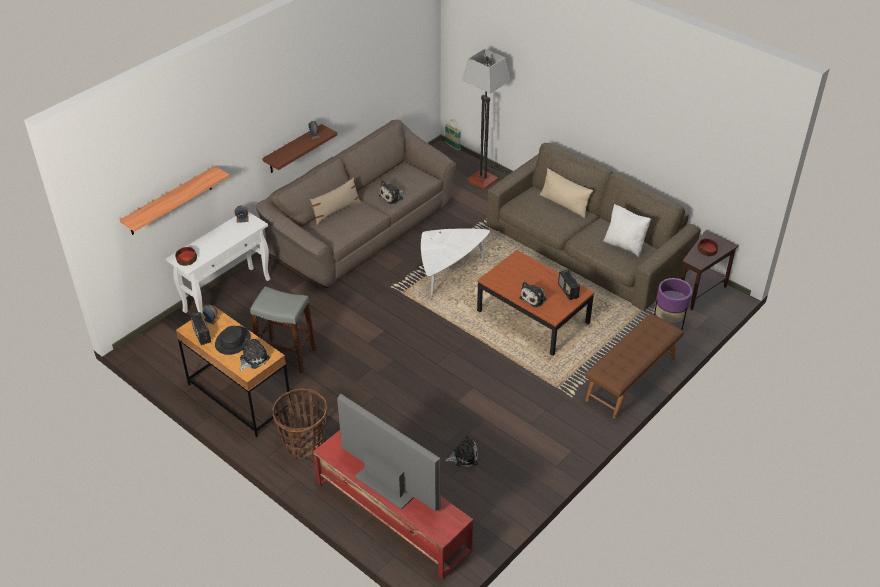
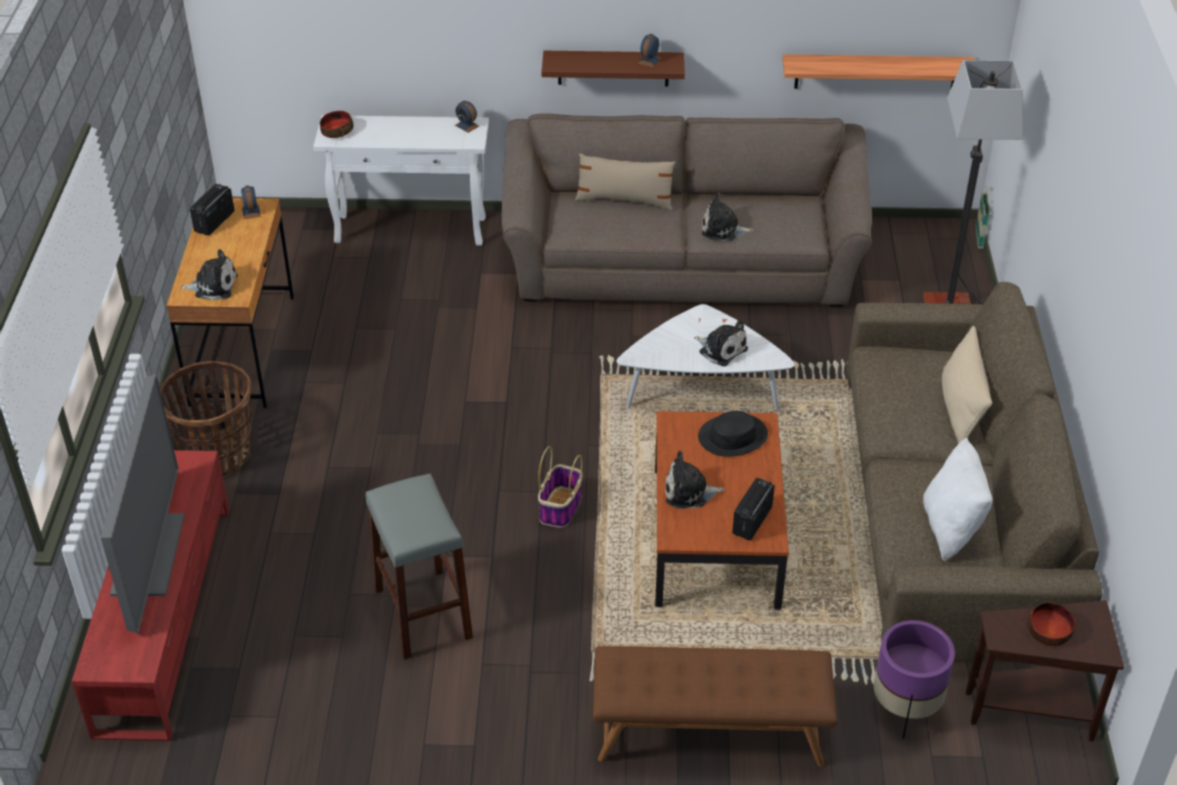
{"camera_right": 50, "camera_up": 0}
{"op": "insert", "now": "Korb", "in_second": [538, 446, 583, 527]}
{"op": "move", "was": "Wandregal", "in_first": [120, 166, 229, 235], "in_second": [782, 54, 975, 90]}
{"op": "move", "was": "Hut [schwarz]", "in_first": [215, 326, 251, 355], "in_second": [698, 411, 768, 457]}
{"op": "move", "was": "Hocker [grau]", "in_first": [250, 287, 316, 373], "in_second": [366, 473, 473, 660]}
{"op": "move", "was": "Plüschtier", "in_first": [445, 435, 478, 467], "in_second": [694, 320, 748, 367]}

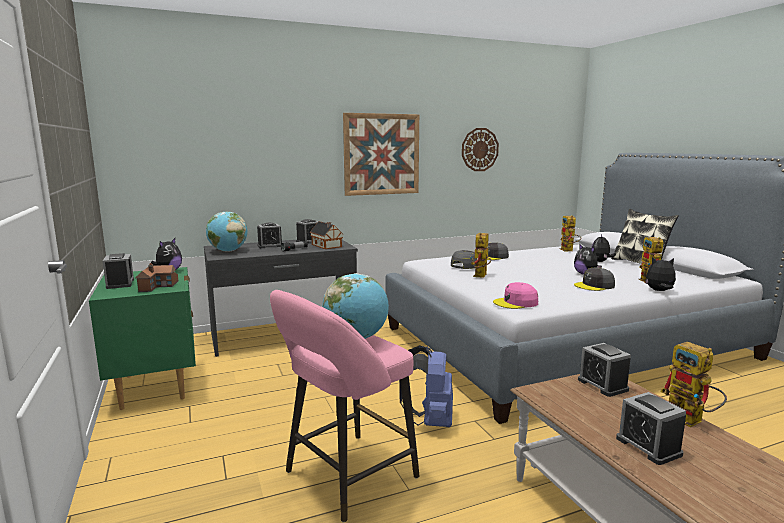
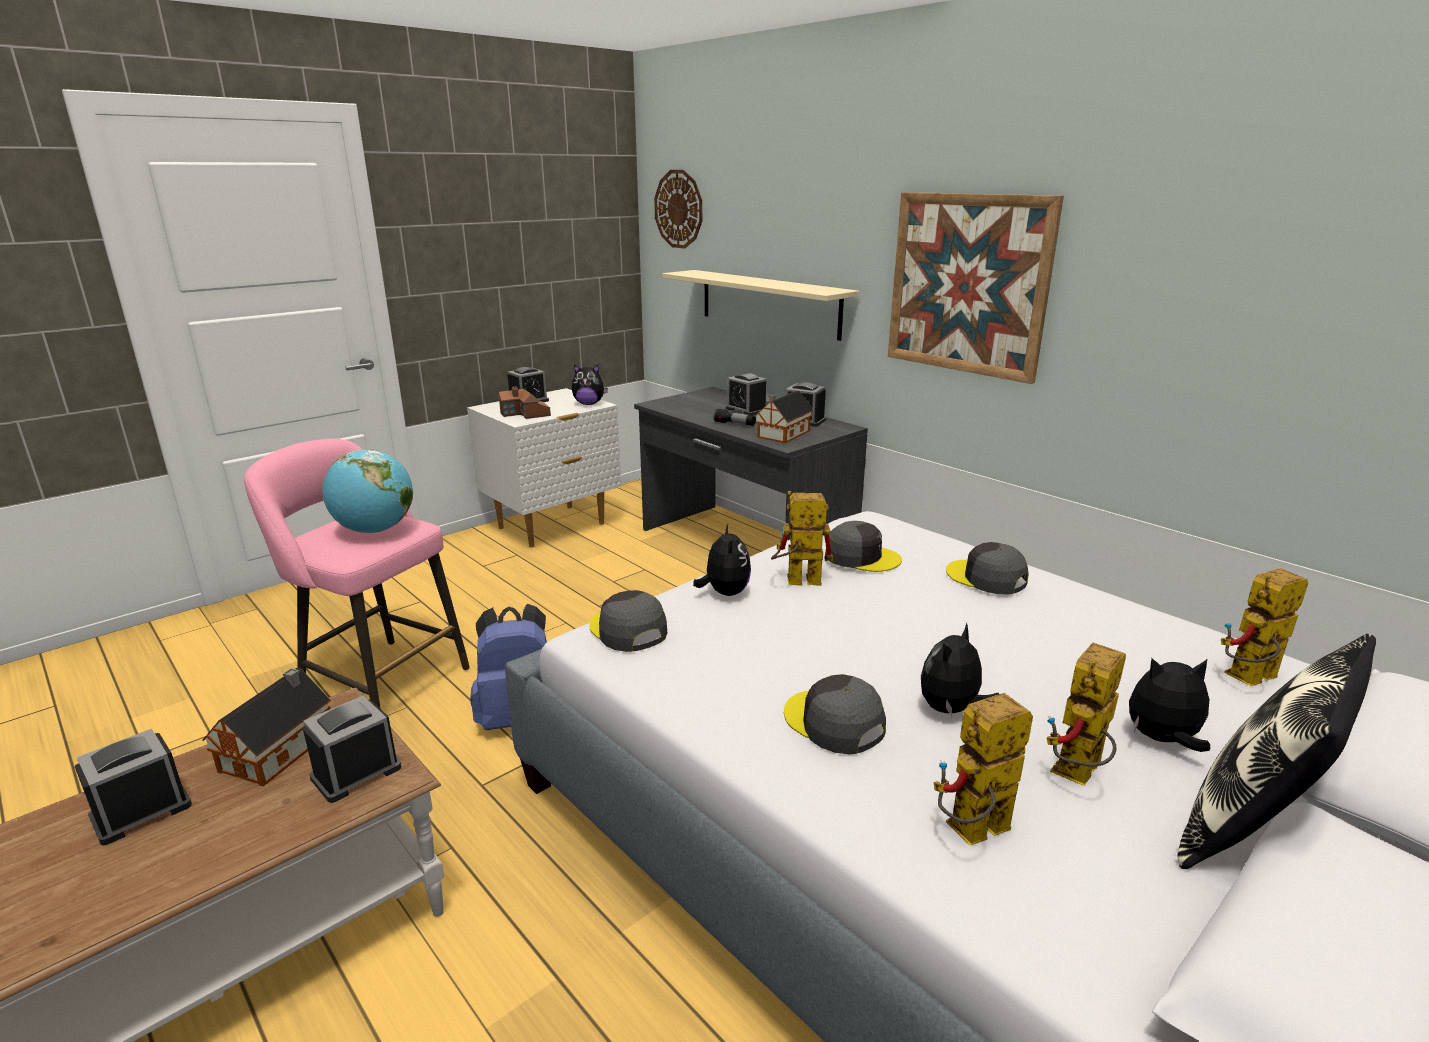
{"camera_right": 70, "camera_up": 10}
{"op": "delete", "was": "Globus", "in_first": [206, 212, 247, 252]}
{"op": "insert", "now": "Spielzeughaus", "in_second": [202, 668, 331, 786]}
{"op": "insert", "now": "Wandregal [beige]", "in_second": [662, 270, 859, 341]}
{"op": "move", "was": "Wanduhr", "in_first": [462, 128, 499, 171], "in_second": [654, 170, 702, 248]}
{"op": "move", "was": "Plüschtier", "in_first": [646, 257, 676, 291], "in_second": [693, 524, 751, 596]}
{"op": "move", "was": "Spielzeugroboter", "in_first": [660, 342, 727, 427], "in_second": [1047, 643, 1126, 786]}
{"op": "recolor", "was": "Nachttisch [grün]", "now": "Nachttisch [weiß]", "in_first": [89, 267, 196, 410], "in_second": [467, 388, 621, 547]}
{"op": "recolor", "was": "Kappe [rosa]", "now": "Kappe [grau]", "in_first": [493, 282, 538, 309], "in_second": [589, 590, 667, 652]}

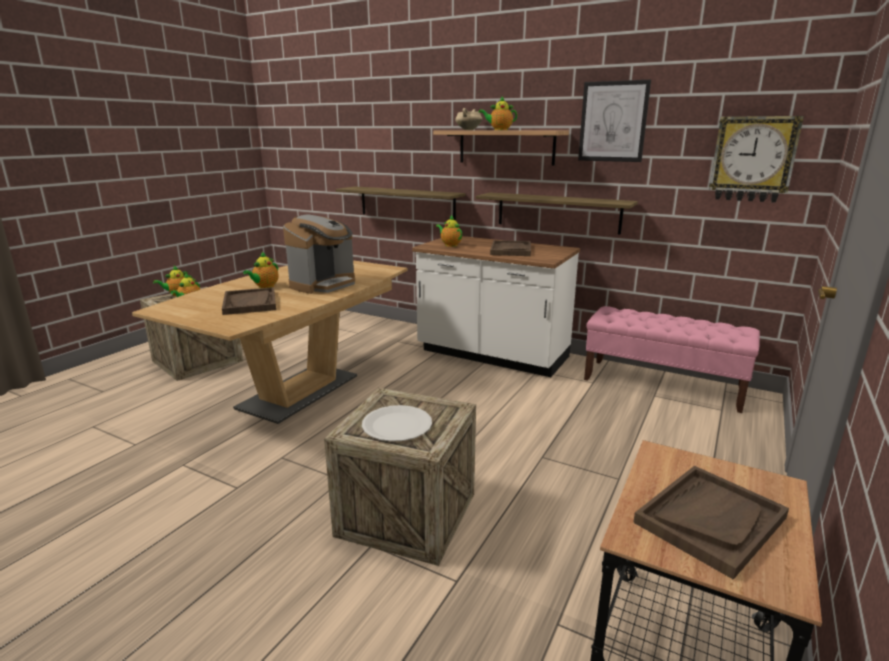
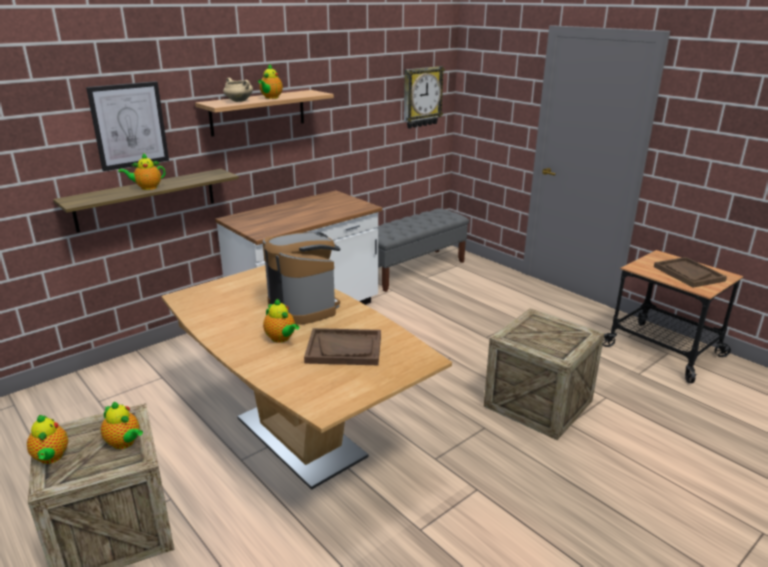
{"camera_right": -70, "camera_up": 5}
{"op": "delete", "was": "Teller [weiß]", "in_first": [362, 405, 432, 442]}
{"op": "delete", "was": "Wandregal", "in_first": [476, 192, 638, 235]}
{"op": "delete", "was": "Tablett [braun]", "in_first": [490, 240, 531, 256]}
{"op": "move", "was": "Teekanne", "in_first": [436, 215, 462, 247], "in_second": [118, 153, 166, 190]}
{"op": "move", "was": "Bild", "in_first": [578, 80, 651, 162], "in_second": [86, 81, 169, 171]}
{"op": "recolor", "was": "Bank [rosa]", "now": "Bank [grau]", "in_first": [584, 306, 760, 413], "in_second": [377, 208, 469, 292]}

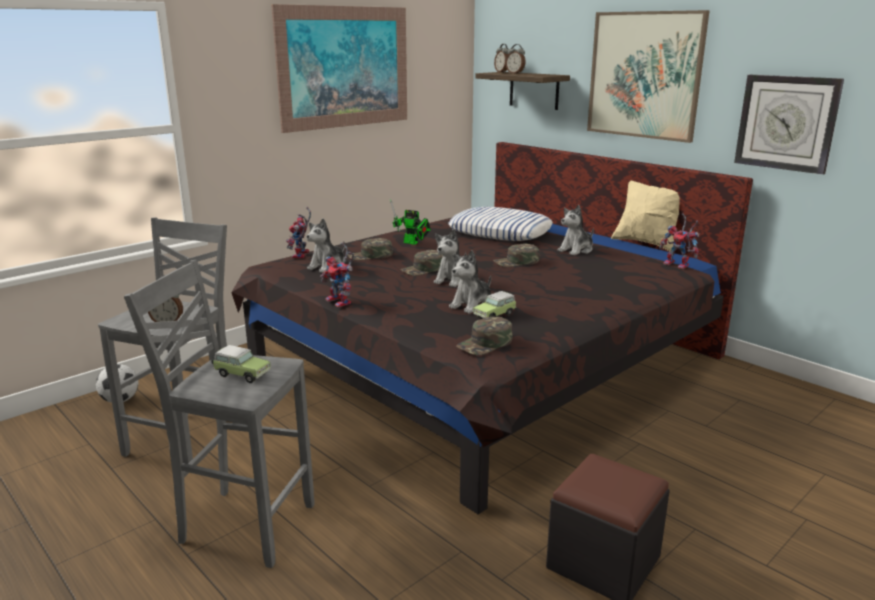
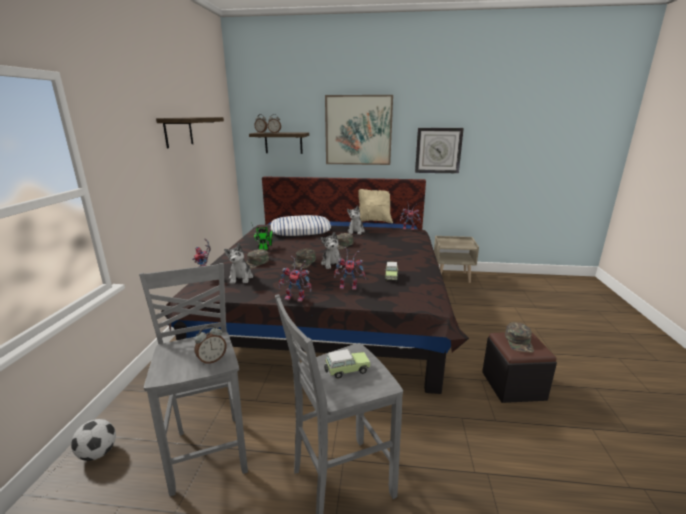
{"camera_right": -40, "camera_up": 0}
{"op": "delete", "was": "Plüschtier", "in_first": [449, 250, 491, 314]}
{"op": "insert", "now": "Spielzeugroboter", "in_second": [334, 247, 366, 290]}
{"op": "insert", "now": "Nachttisch [beige]", "in_second": [434, 236, 479, 283]}
{"op": "move", "was": "Kappe [grün]", "in_first": [456, 317, 513, 355], "in_second": [505, 322, 534, 352]}
{"op": "replace", "was": "Bild", "now": "Wandregal", "in_first": [271, 4, 407, 133], "in_second": [156, 117, 224, 148]}

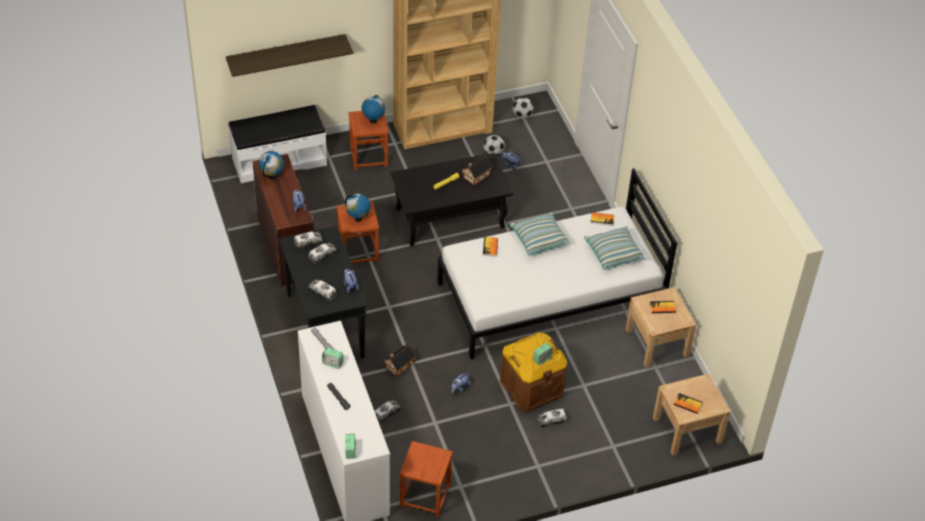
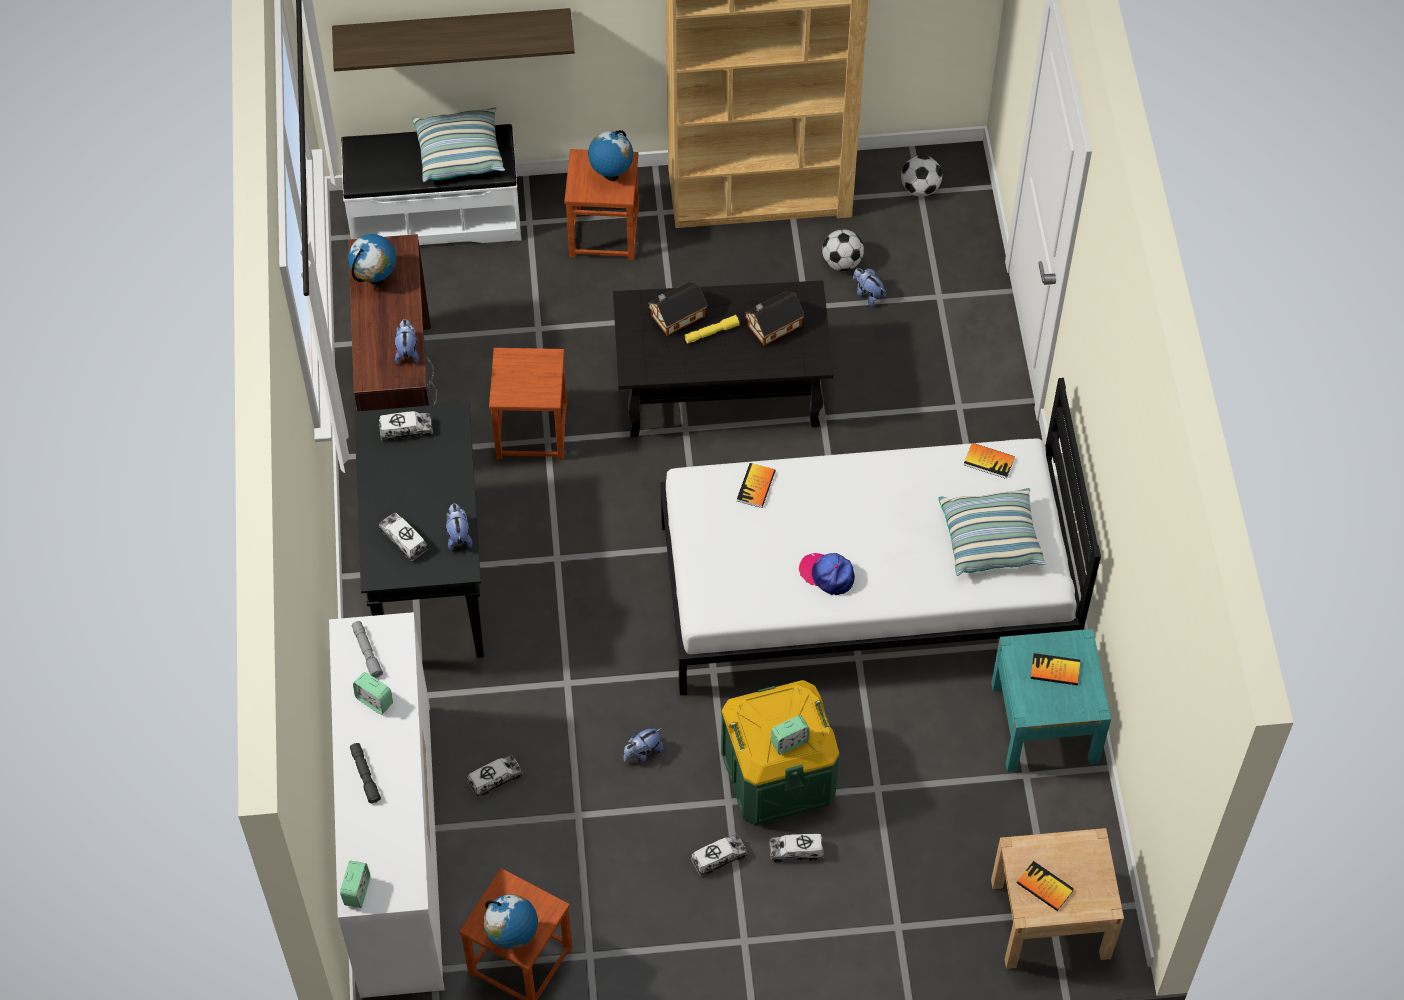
{"camera_right": 15, "camera_up": 10}
{"op": "insert", "now": "Kappe", "in_second": [799, 553, 855, 595]}
{"op": "move", "was": "Spielzeuglaster", "in_first": [309, 243, 337, 264], "in_second": [691, 835, 748, 876]}
{"op": "move", "was": "Globus", "in_first": [345, 194, 371, 222], "in_second": [484, 894, 538, 949]}
{"op": "move", "was": "Spielzeughaus", "in_first": [384, 345, 416, 376], "in_second": [649, 282, 708, 336]}
{"op": "move", "was": "Kissen", "in_first": [509, 212, 571, 256], "in_second": [412, 107, 505, 182]}
{"op": "recolor", "was": "Aufbewahrungsbox [braun]", "now": "Aufbewahrungsbox [grün]", "in_first": [500, 332, 567, 412], "in_second": [721, 680, 840, 825]}
{"op": "recolor", "was": "Nachttisch [beige]", "now": "Nachttisch [türkis]", "in_first": [626, 287, 696, 368], "in_second": [991, 629, 1111, 772]}

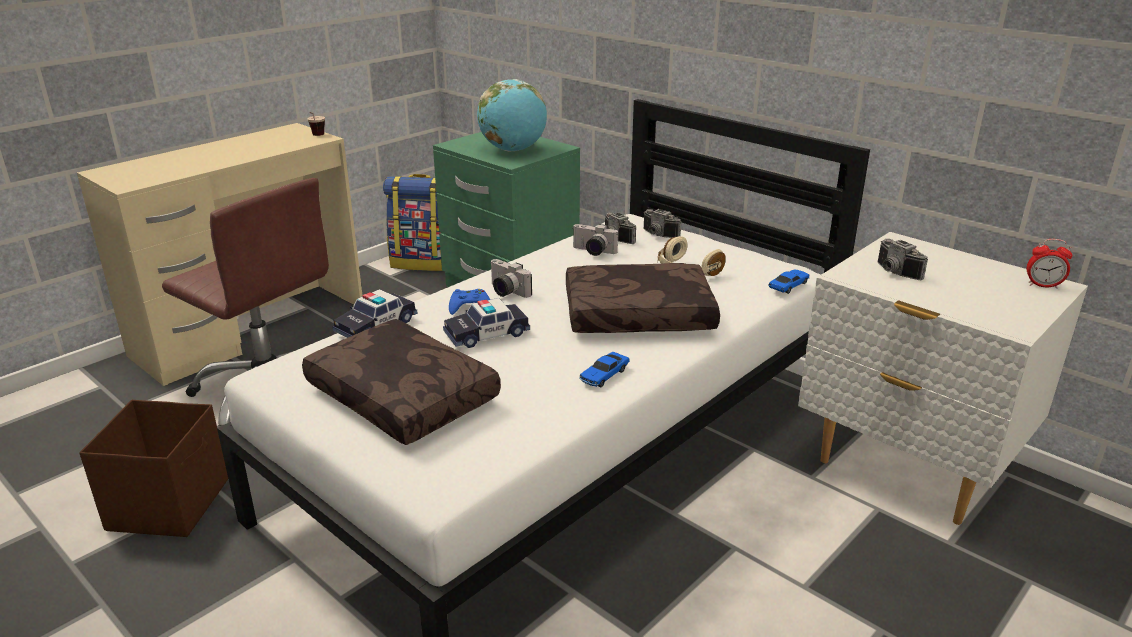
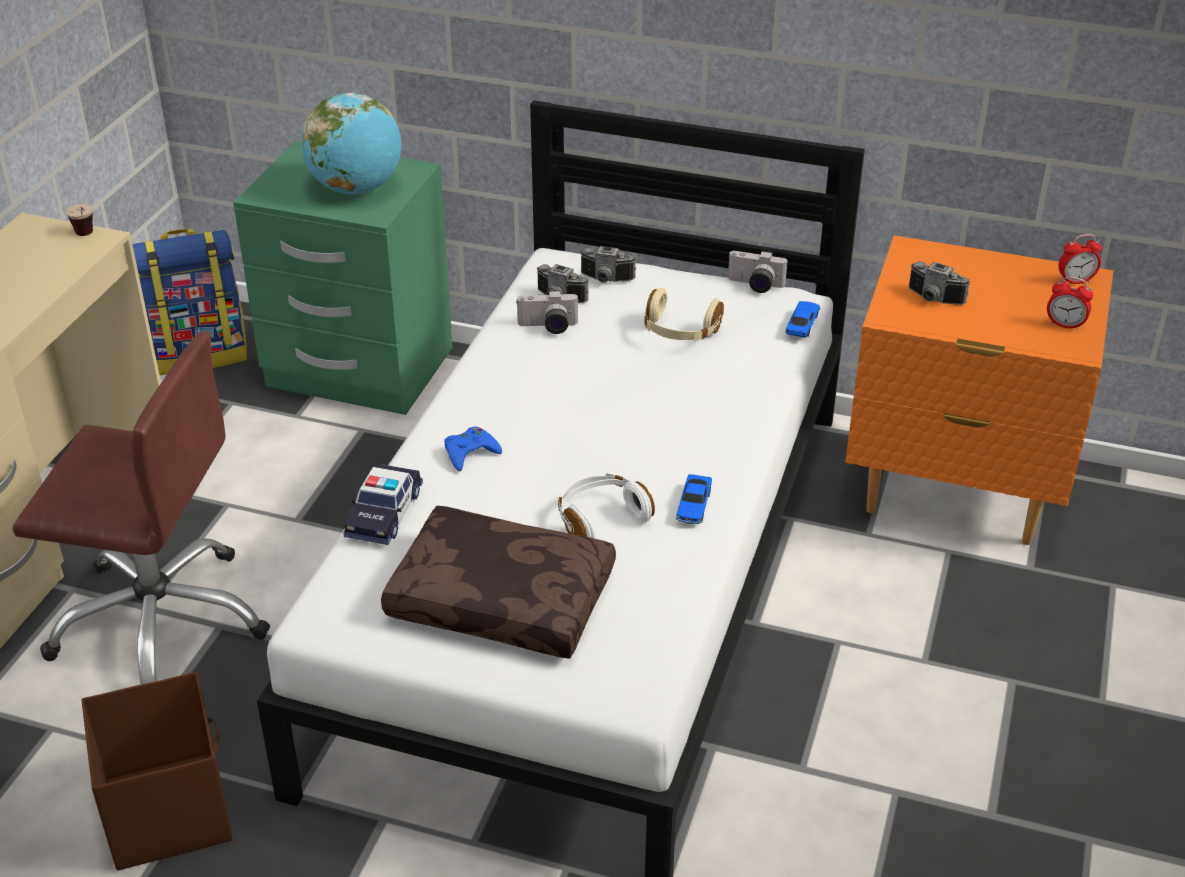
{"camera_right": -25, "camera_up": 10}
{"op": "delete", "was": "Spielzeugauto", "in_first": [443, 298, 530, 348]}
{"op": "delete", "was": "Kissen [braun]", "in_first": [566, 263, 720, 333]}
{"op": "insert", "now": "Kopfhörer [weiß]", "in_second": [558, 473, 655, 539]}
{"op": "insert", "now": "Wecker", "in_second": [1047, 276, 1093, 331]}
{"op": "move", "was": "Kamera", "in_first": [491, 259, 532, 298], "in_second": [728, 251, 788, 293]}
{"op": "recolor", "was": "Nachttisch [weiß]", "now": "Nachttisch [orange]", "in_first": [798, 232, 1088, 525], "in_second": [846, 235, 1113, 545]}

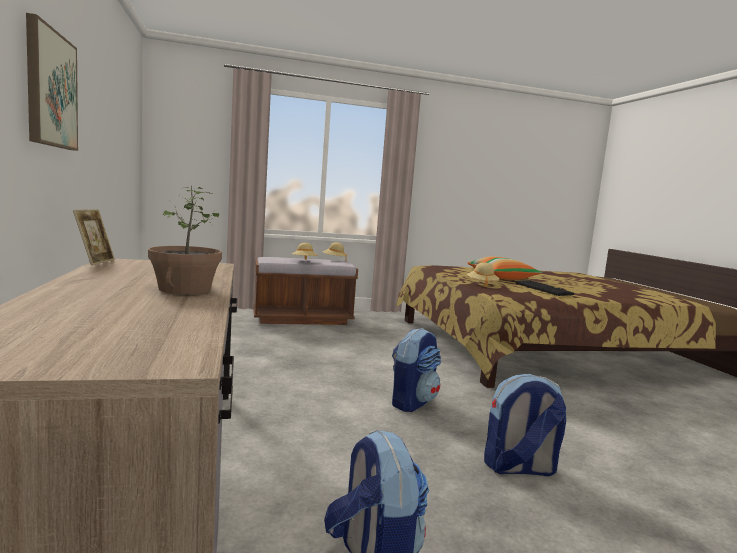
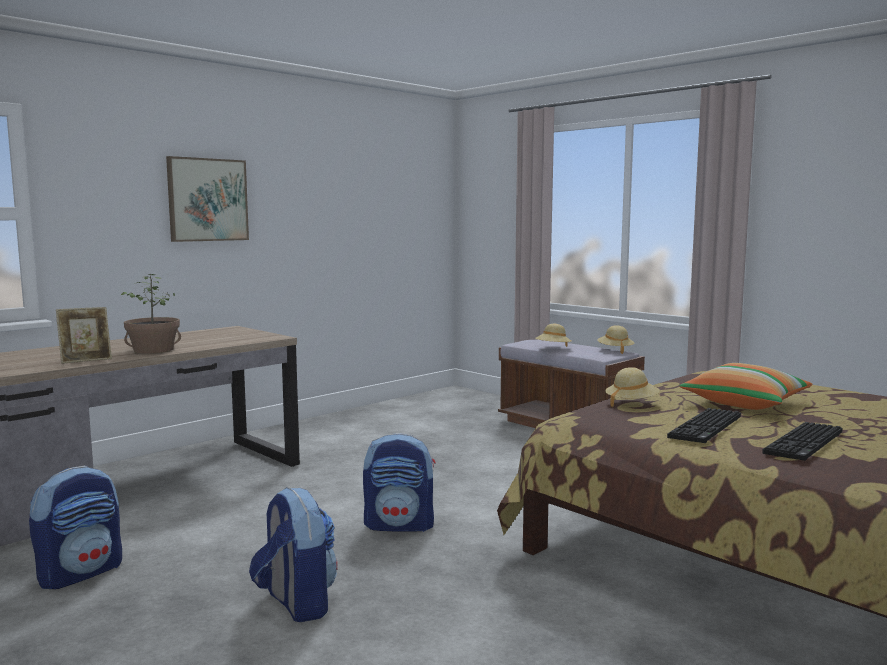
{"camera_right": 60, "camera_up": 0}
{"op": "insert", "now": "Tastatur", "in_second": [763, 422, 842, 461]}
{"op": "move", "was": "Bilderrahmen", "in_first": [73, 209, 115, 266], "in_second": [56, 307, 112, 364]}

